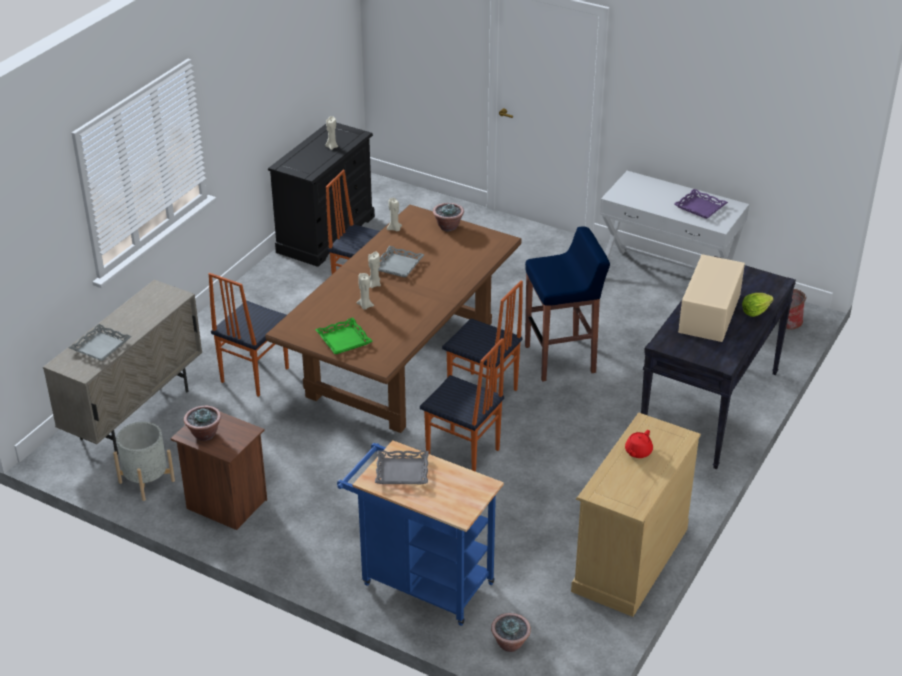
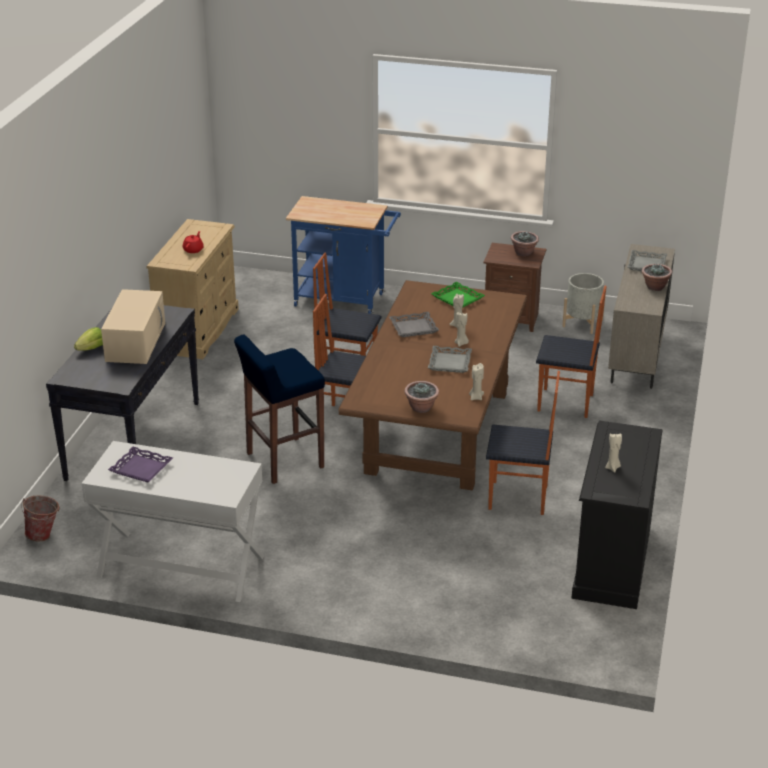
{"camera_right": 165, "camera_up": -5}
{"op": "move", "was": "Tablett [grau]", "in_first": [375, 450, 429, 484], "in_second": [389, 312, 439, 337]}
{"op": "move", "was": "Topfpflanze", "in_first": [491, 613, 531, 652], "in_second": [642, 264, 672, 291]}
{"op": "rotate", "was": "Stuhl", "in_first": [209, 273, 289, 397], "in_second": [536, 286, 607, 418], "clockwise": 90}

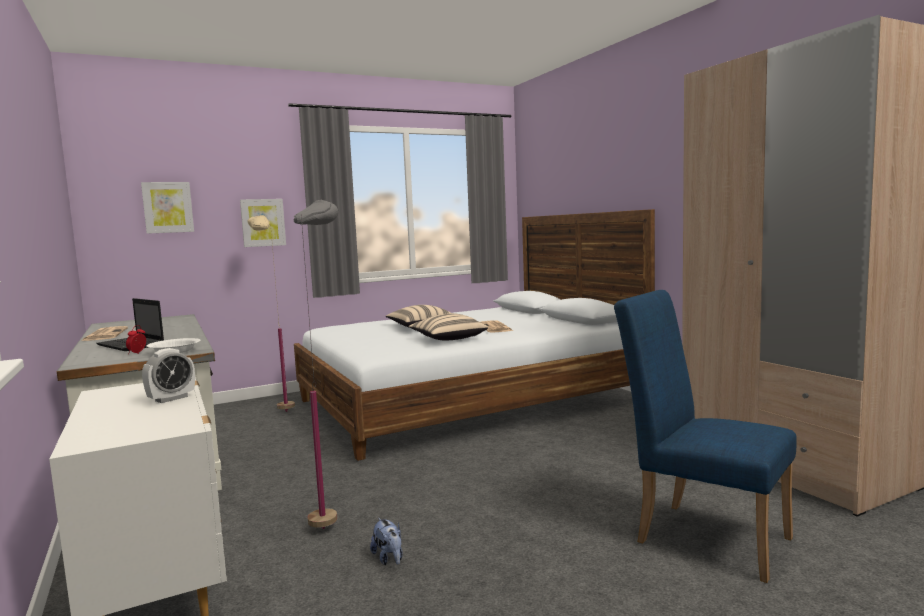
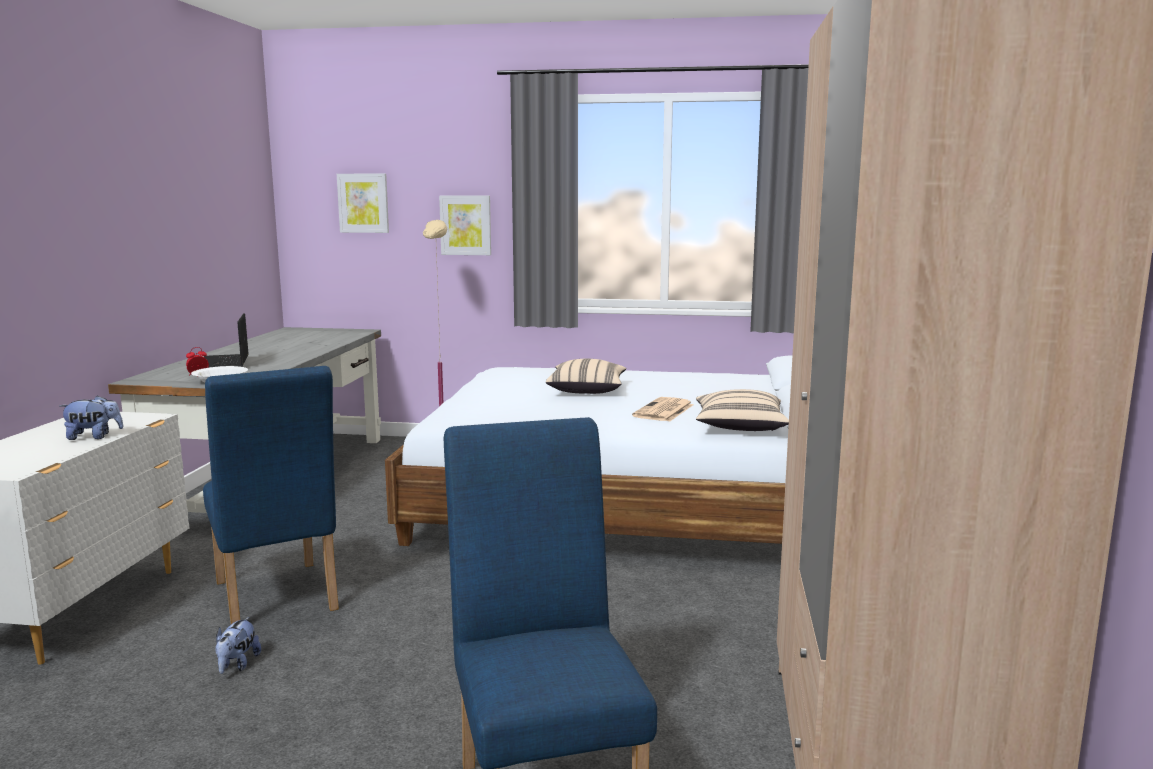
{"camera_right": 35, "camera_up": 5}
{"op": "delete", "was": "Zeitung", "in_first": [82, 326, 128, 341]}
{"op": "move", "was": "Kissen [beige]", "in_first": [408, 313, 488, 341], "in_second": [696, 389, 789, 431]}
{"op": "replace", "was": "Wecker", "now": "Plüschtier", "in_first": [142, 348, 195, 403], "in_second": [60, 395, 124, 440]}
{"op": "replace", "was": "Stehlampe [grau]", "now": "Stuhl [blau]", "in_first": [294, 200, 338, 529], "in_second": [203, 366, 339, 624]}

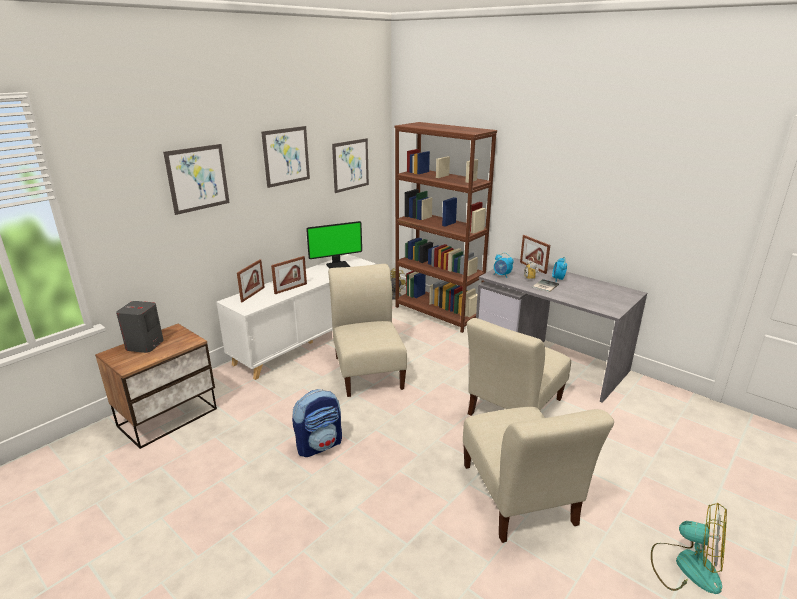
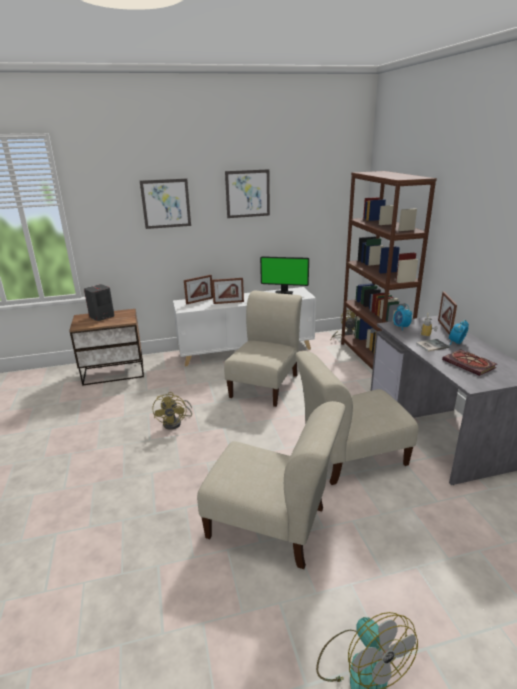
{"camera_right": 35, "camera_up": 0}
{"op": "delete", "was": "Bild", "in_first": [332, 138, 369, 193]}
{"op": "insert", "now": "Buch", "in_second": [442, 349, 497, 376]}
{"op": "replace", "was": "Rucksack", "now": "Ventilator [gelb]", "in_first": [292, 389, 342, 457], "in_second": [152, 392, 192, 430]}
{"op": "rotate", "was": "Stuhl [beige]", "in_first": [463, 407, 614, 543], "in_second": [197, 401, 345, 569], "clockwise": -90}

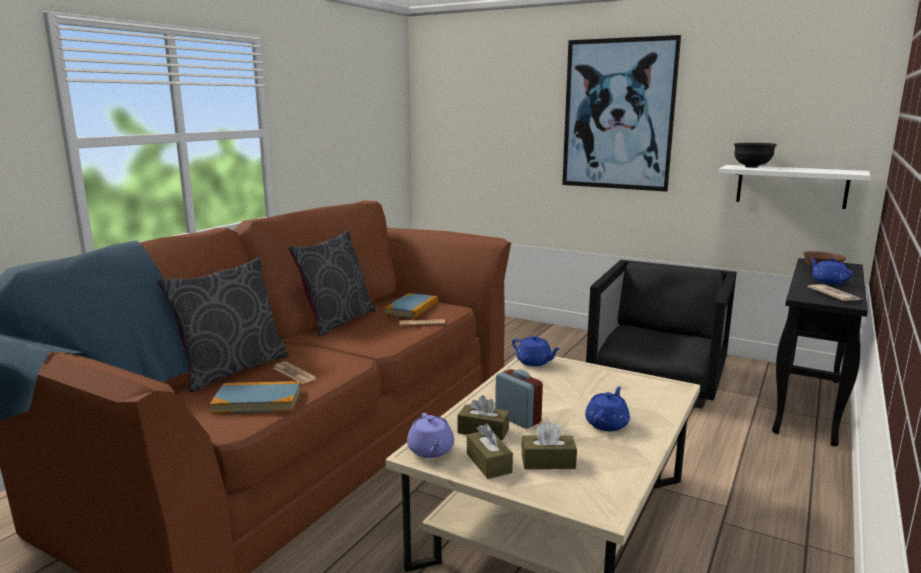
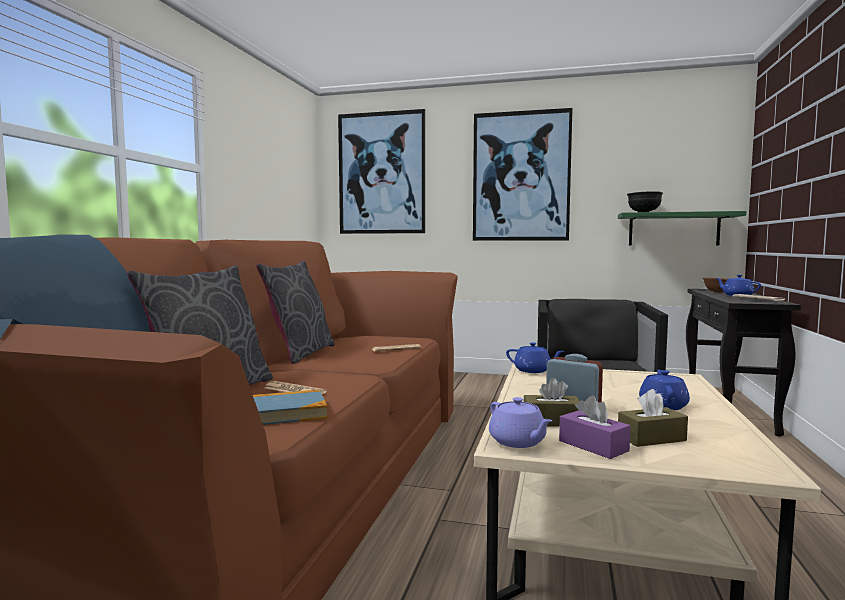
{"camera_right": -15, "camera_up": -10}
{"op": "delete", "was": "Buch", "in_first": [384, 293, 438, 319]}
{"op": "insert", "now": "Bild", "in_second": [338, 109, 425, 234]}
{"op": "recolor", "was": "Taschentuchbox [braun]", "now": "Taschentuchbox [lila]", "in_first": [467, 424, 513, 479], "in_second": [559, 396, 631, 459]}
{"op": "recolor", "was": "Wandregal [weiß]", "now": "Wandregal [grün]", "in_first": [719, 165, 871, 209], "in_second": [618, 211, 746, 246]}

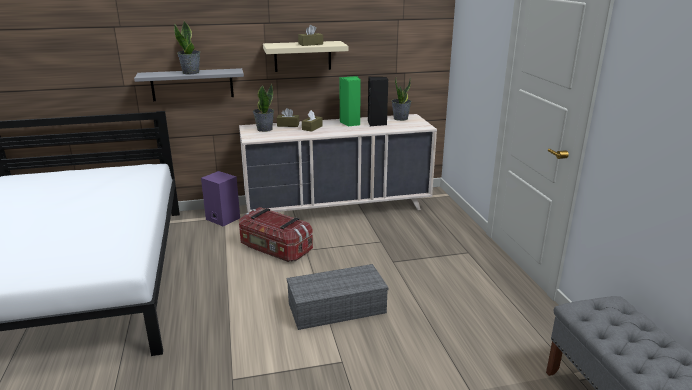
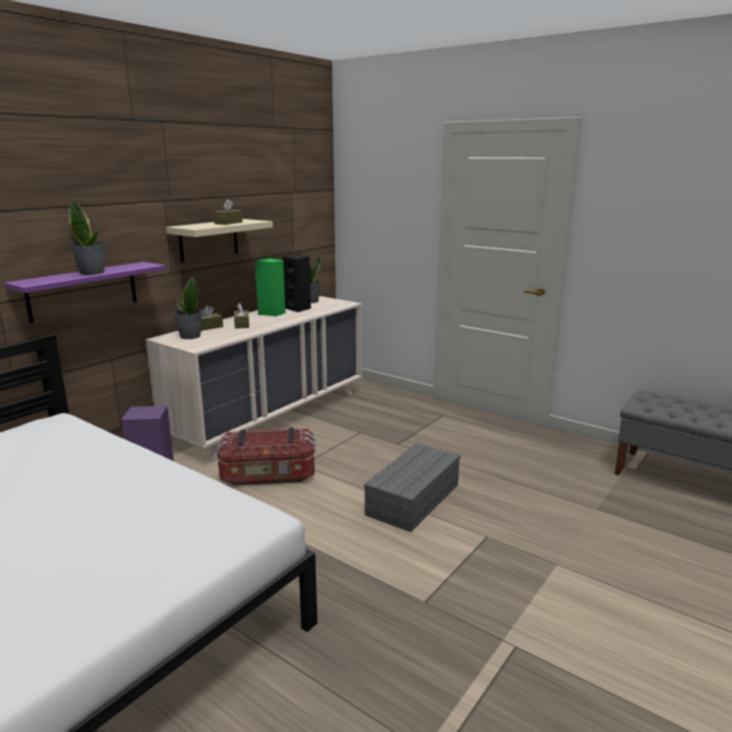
{"camera_right": -40, "camera_up": -5}
{"op": "recolor", "was": "Wandregal [grau]", "now": "Wandregal [lila]", "in_first": [134, 68, 244, 101], "in_second": [4, 262, 165, 324]}

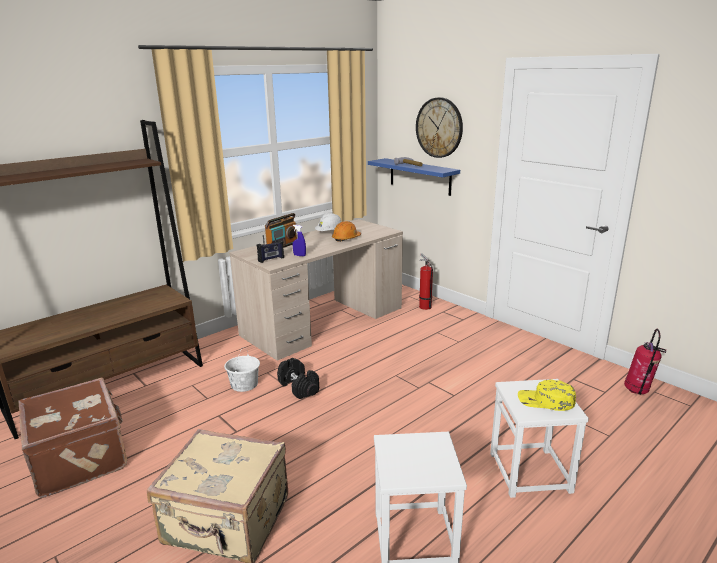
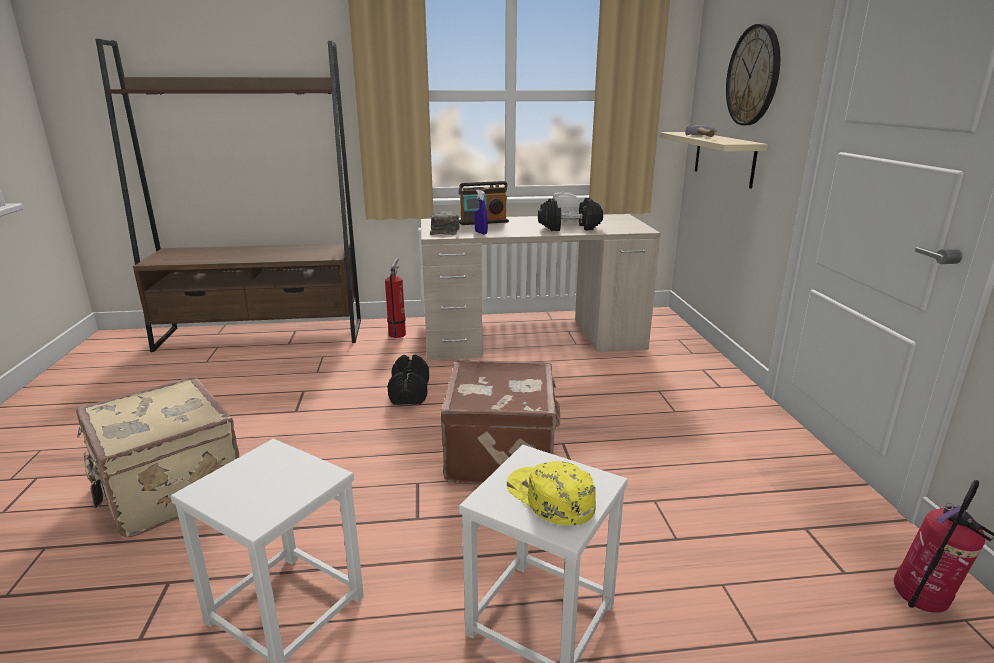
{"camera_right": 35, "camera_up": 0}
{"op": "delete", "was": "Eimer [weiß]", "in_first": [224, 347, 260, 392]}
{"op": "move", "was": "Koffer [braun]", "in_first": [19, 378, 127, 498], "in_second": [440, 359, 560, 484]}
{"op": "move", "was": "Feuerlöscher", "in_first": [419, 253, 433, 310], "in_second": [385, 258, 406, 338]}
{"op": "replace", "was": "Radio", "now": "Kappe [grün]", "in_first": [257, 233, 284, 263], "in_second": [430, 211, 459, 235]}
{"op": "replace", "was": "Schutzhelm [orange]", "now": "Hantel [schwarz]", "in_first": [332, 221, 361, 242], "in_second": [538, 198, 603, 231]}
{"op": "recolor", "was": "Wandregal [blau]", "now": "Wandregal [beige]", "in_first": [368, 158, 460, 196], "in_second": [660, 132, 768, 189]}

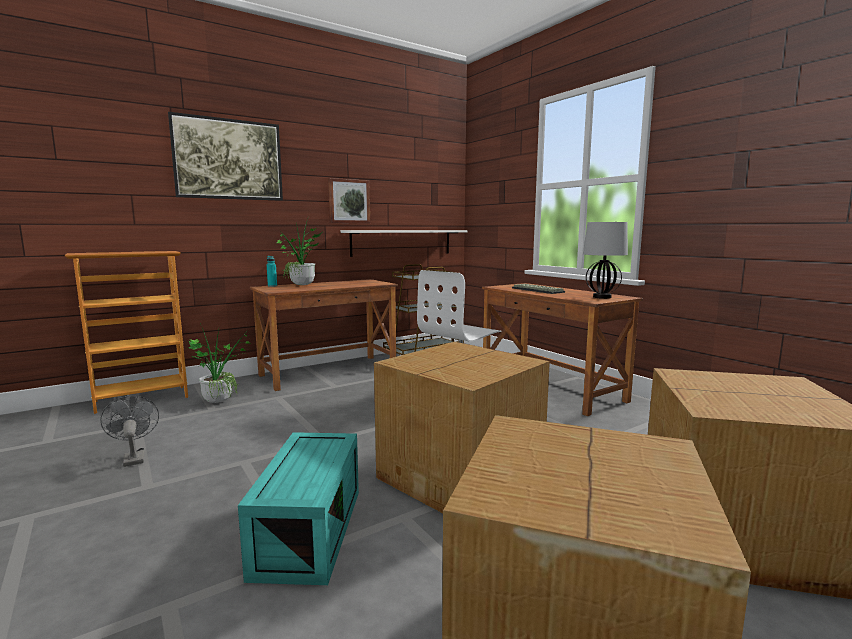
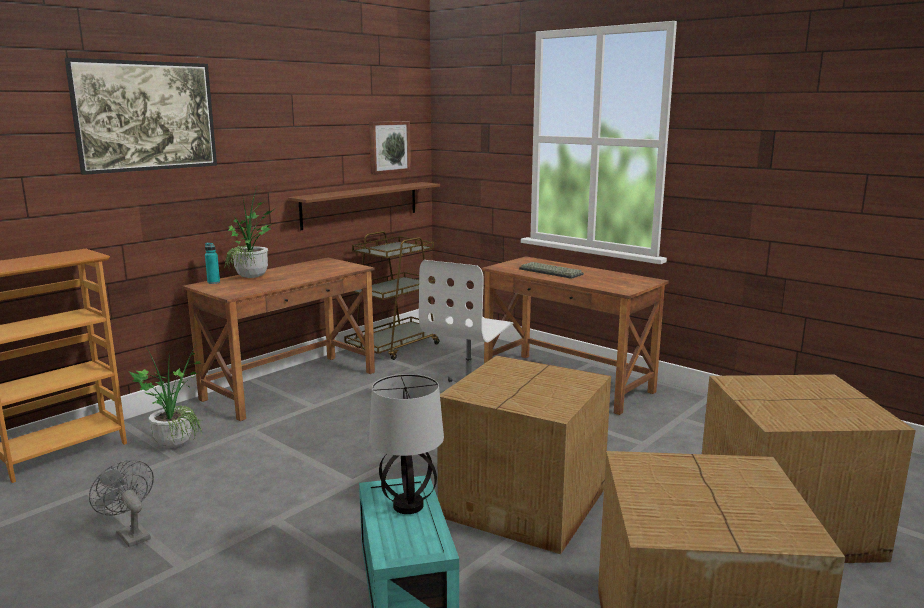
{"camera_right": -15, "camera_up": 5}
{"op": "move", "was": "Bild", "in_first": [328, 178, 370, 223], "in_second": [369, 121, 411, 175]}
{"op": "move", "was": "Tischlampe", "in_first": [583, 222, 628, 299], "in_second": [369, 374, 444, 514]}
{"op": "recolor", "was": "Wandregal [weiß]", "now": "Wandregal [braun]", "in_first": [340, 230, 468, 257], "in_second": [288, 182, 440, 230]}

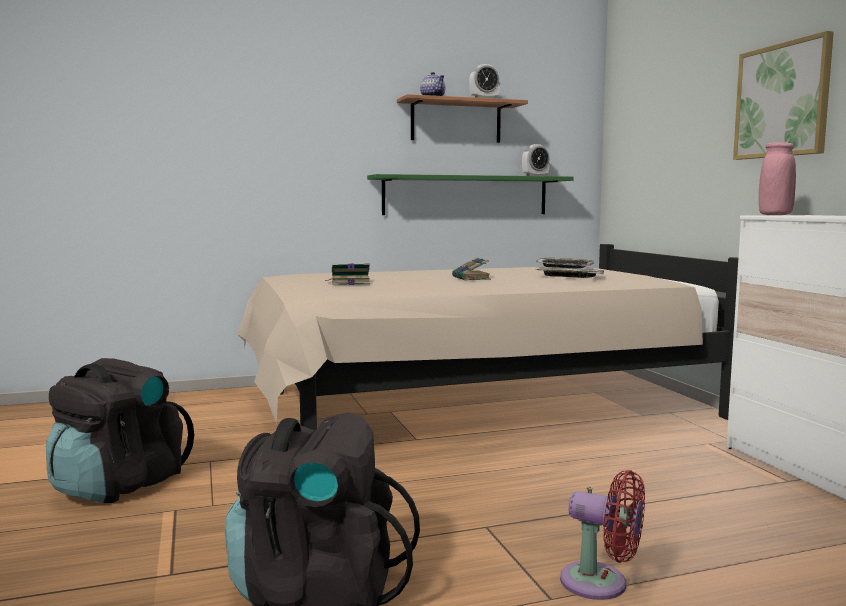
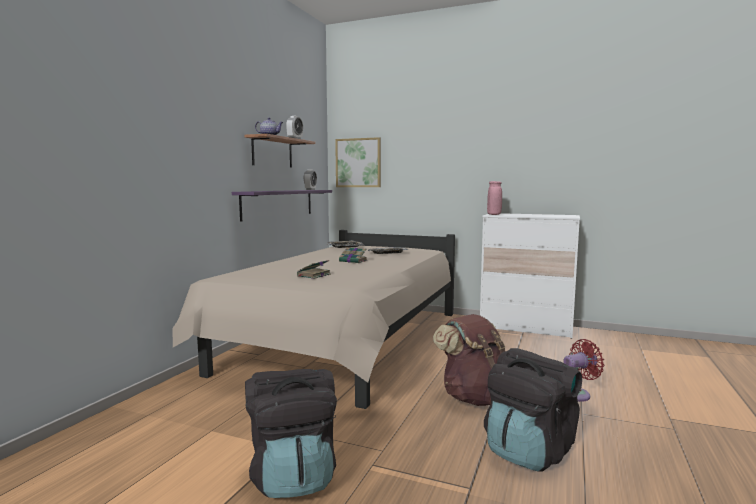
{"camera_right": -50, "camera_up": 0}
{"op": "insert", "now": "Rucksack [braun]", "in_second": [433, 314, 505, 406]}
{"op": "move", "was": "Bild", "in_first": [733, 31, 834, 160], "in_second": [335, 137, 381, 187]}
{"op": "recolor", "was": "Wandregal [grün]", "now": "Wandregal [lila]", "in_first": [367, 174, 574, 215], "in_second": [232, 190, 332, 222]}

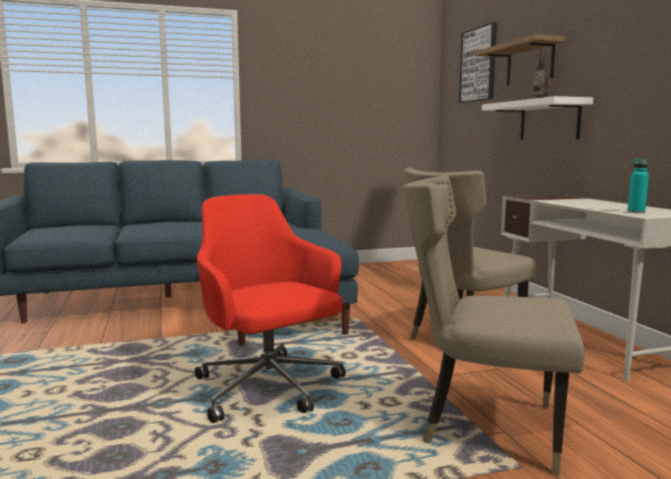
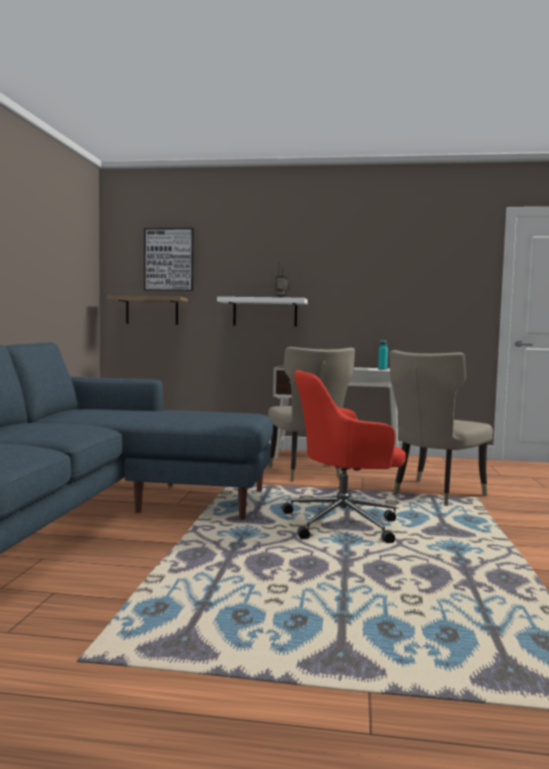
{"camera_right": -65, "camera_up": -5}
{"op": "move", "was": "Wandregal", "in_first": [475, 34, 565, 86], "in_second": [107, 296, 188, 325]}

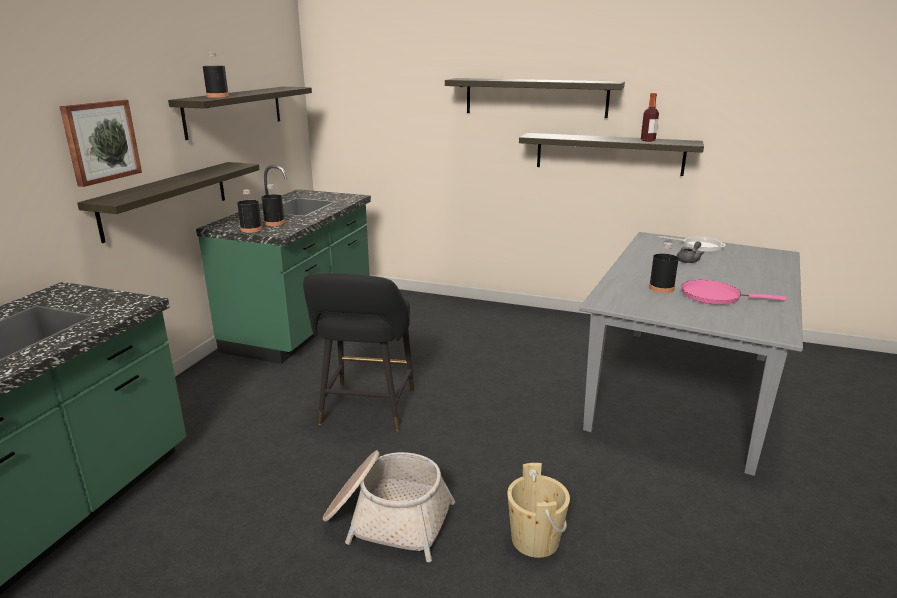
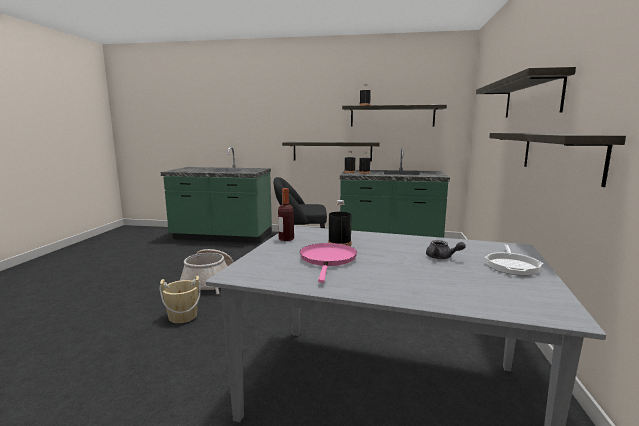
{"camera_right": 80, "camera_up": -10}
{"op": "delete", "was": "Bild", "in_first": [59, 100, 142, 187]}
{"op": "move", "was": "Flasche", "in_first": [641, 93, 659, 141], "in_second": [278, 188, 294, 241]}

